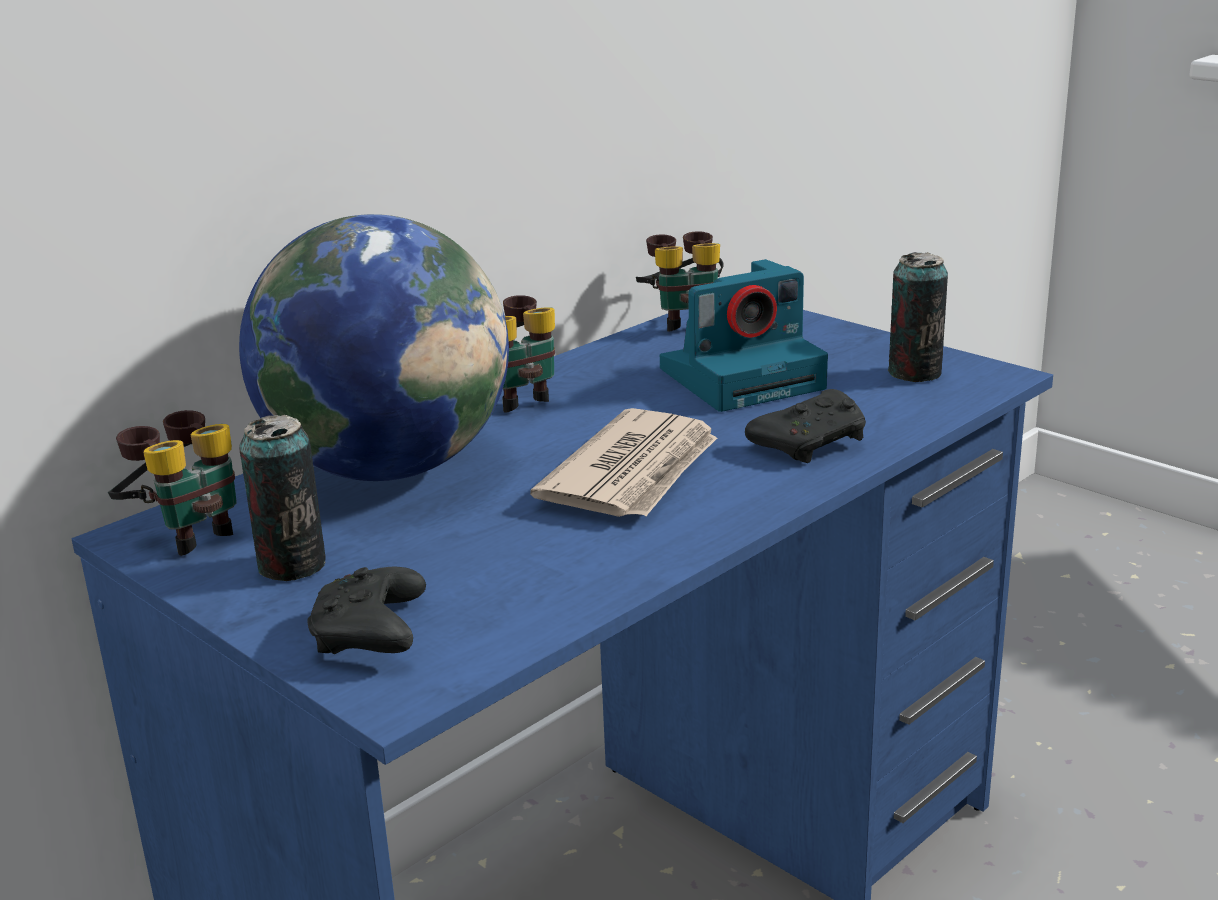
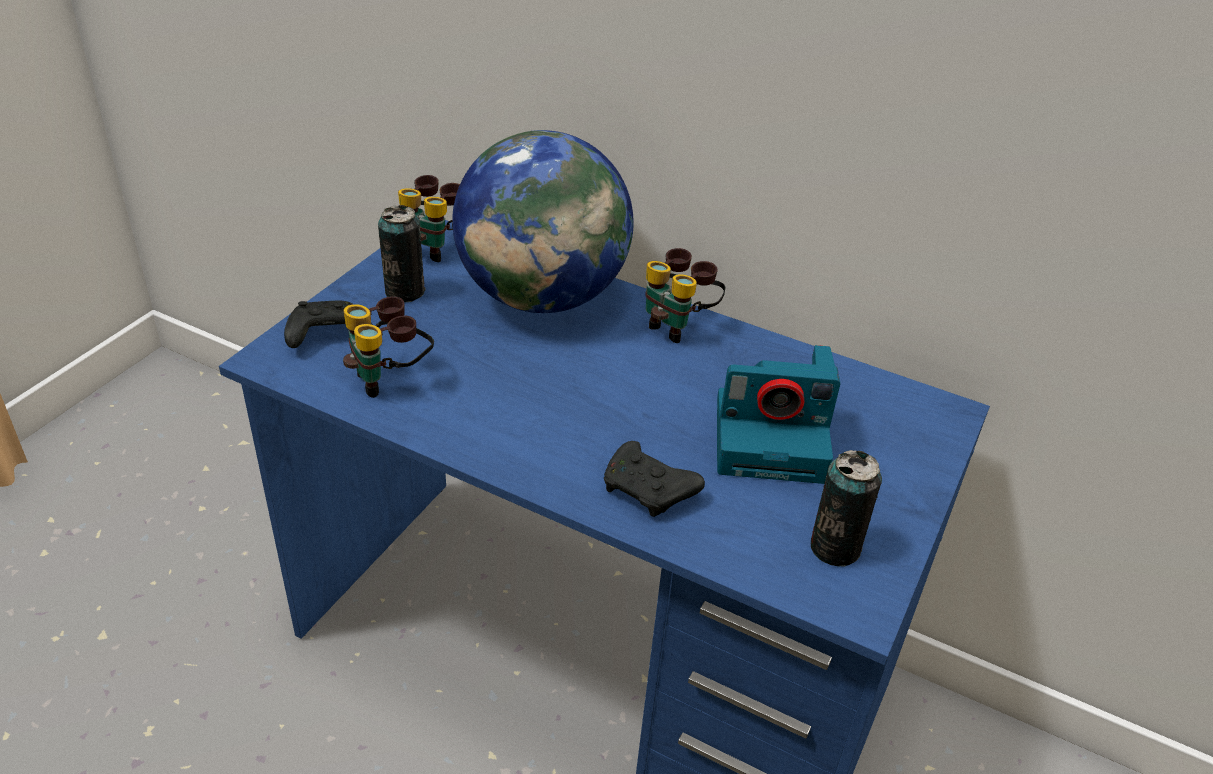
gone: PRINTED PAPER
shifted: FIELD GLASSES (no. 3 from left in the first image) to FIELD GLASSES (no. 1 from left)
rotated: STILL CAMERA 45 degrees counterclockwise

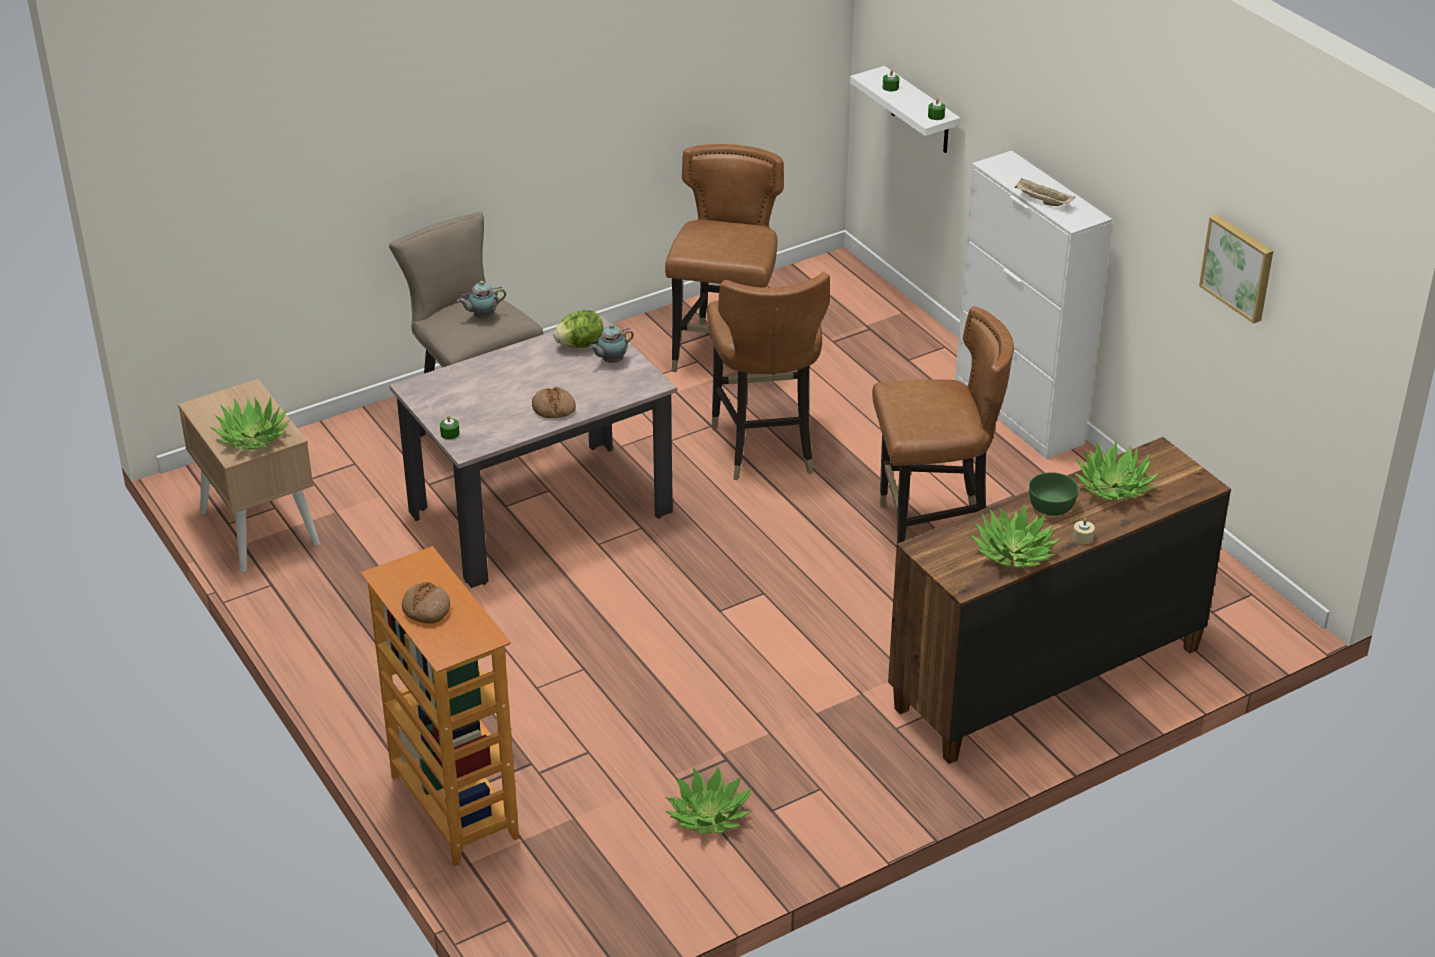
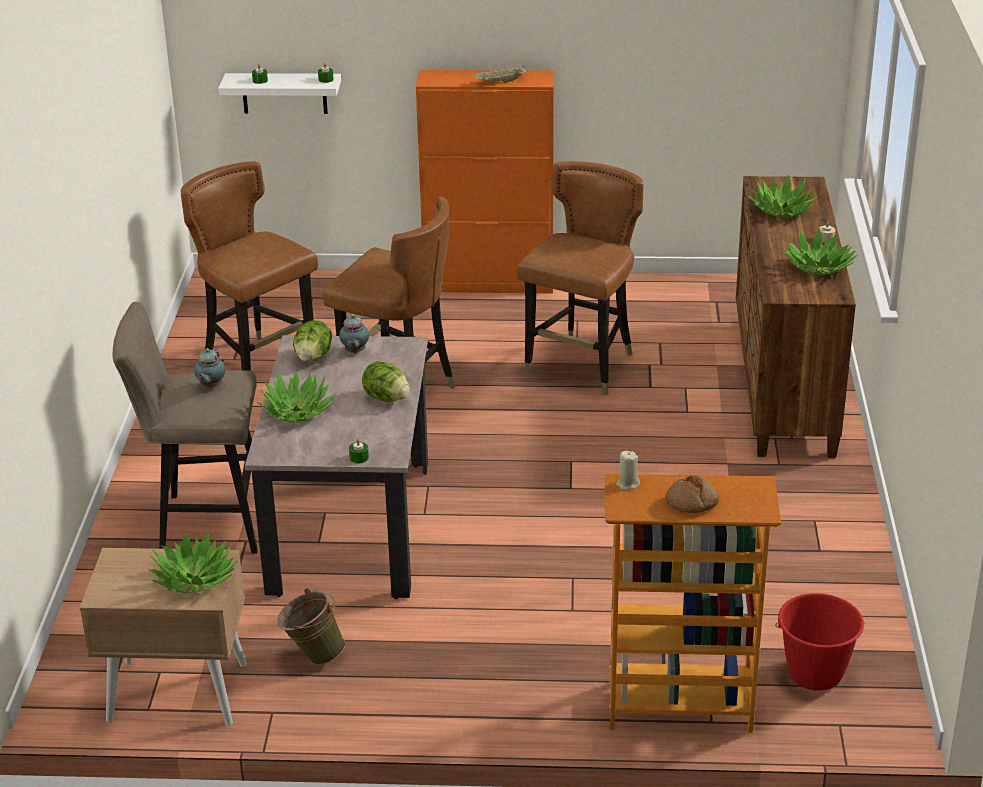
gone: PICTURE; GREENISH BOWL
new: BEIGE-COLOURED WAX LIGHT (no. 1 from left); GREENISH BUCKET; RED-COLOURED BUCKET
shifted: PLANT IN A POT (no. 2 from left)
swapped: BREAD (no. 2 from left) to HEAD OF LETTUCE (no. 2 from left)
repainted: WHITISH STORAGE CABINET to ORANGE STORAGE CABINET

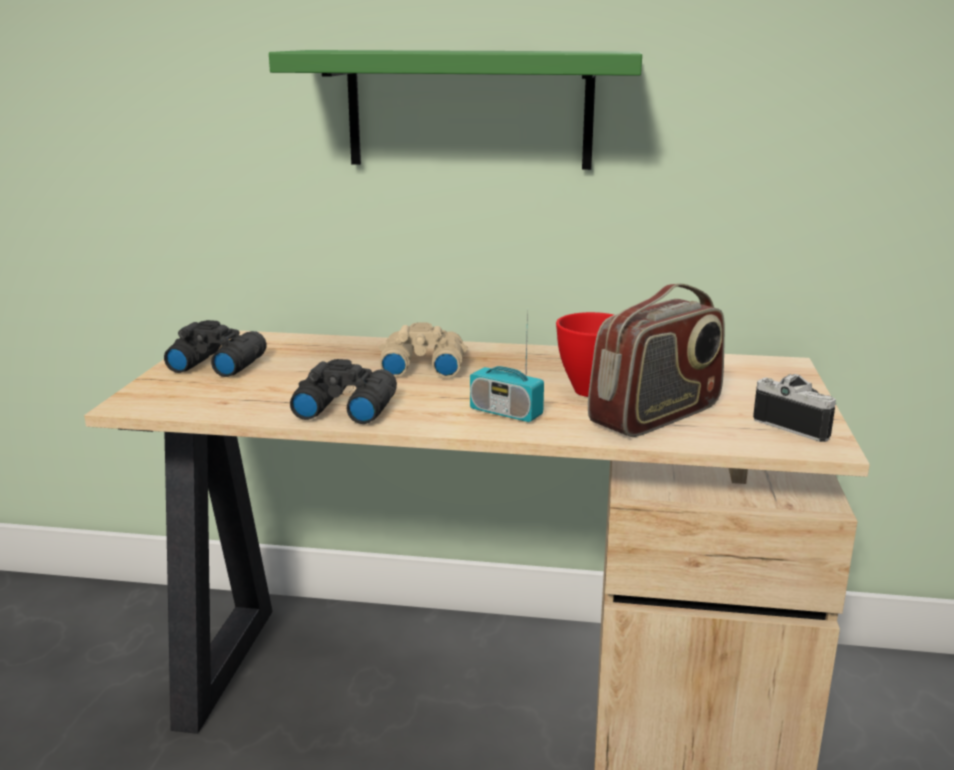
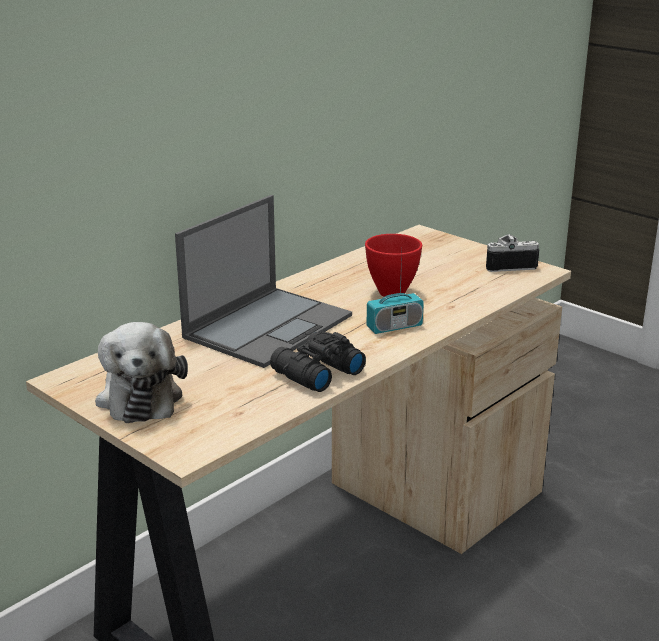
gone: GREENISH BRACKET SHELF; RADIO RECEIVER (no. 2 from left)
swapped: BLACKISH FIELD GLASSES (no. 1 from left) to SOFT TOY; BEIGE-COLOURED FIELD GLASSES to NOTEBOOK COMPUTER

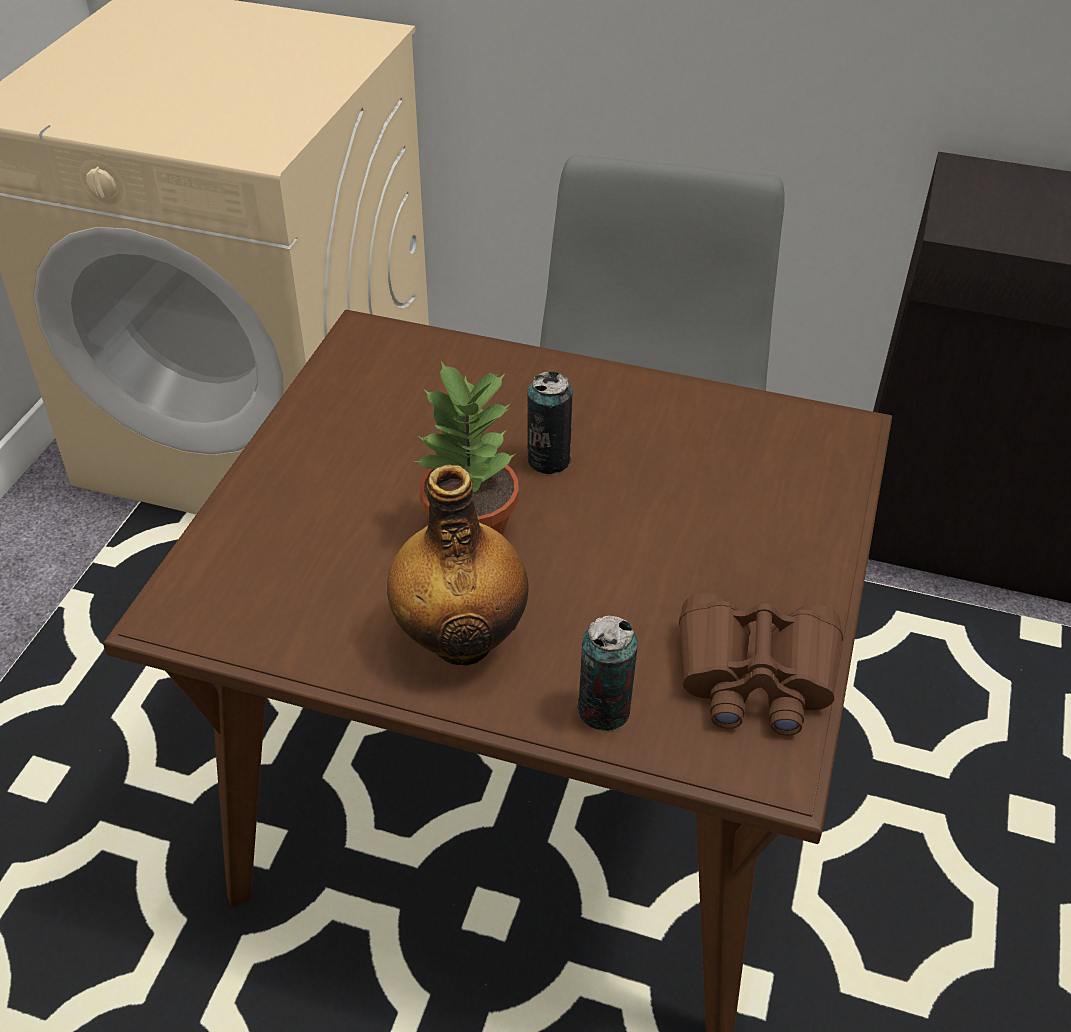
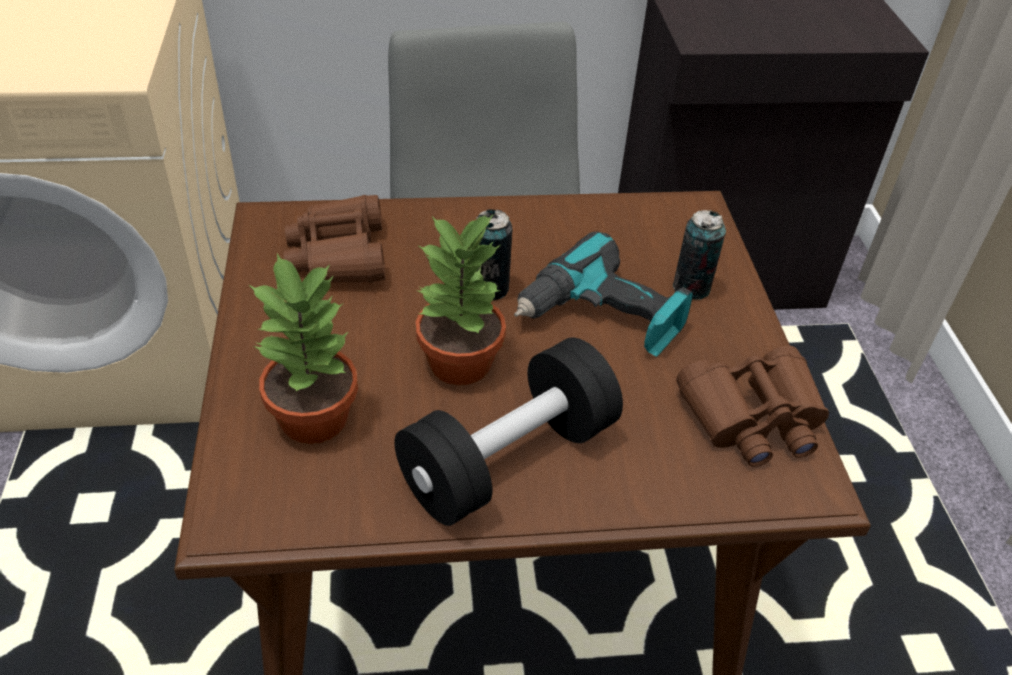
new: BROWN-COLOURED FIELD GLASSES (no. 1 from left); ELECTRIC DRILL; PLANT IN A POT (no. 1 from left)
shifted: SEALED CAN (no. 2 from left)
swapped: BEVERAGE BOTTLE to BLACKISH HAND WEIGHT

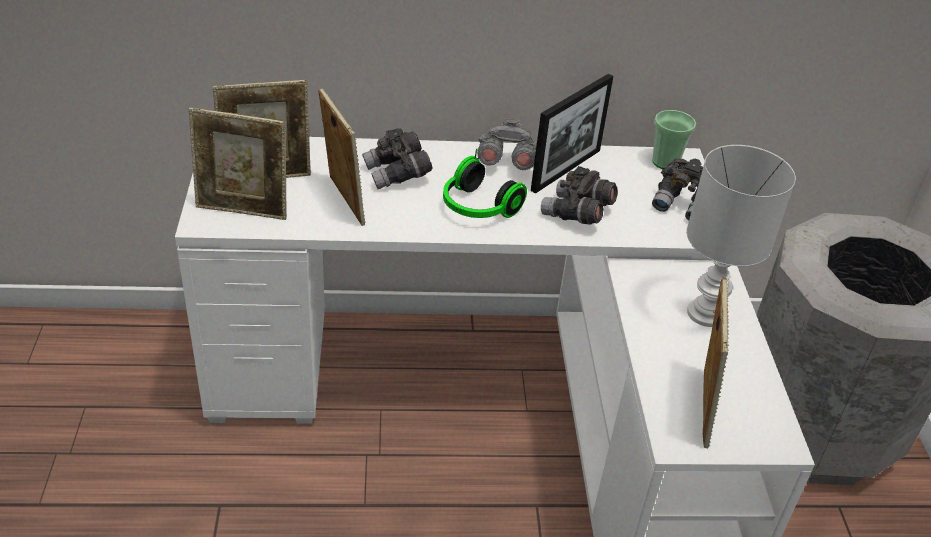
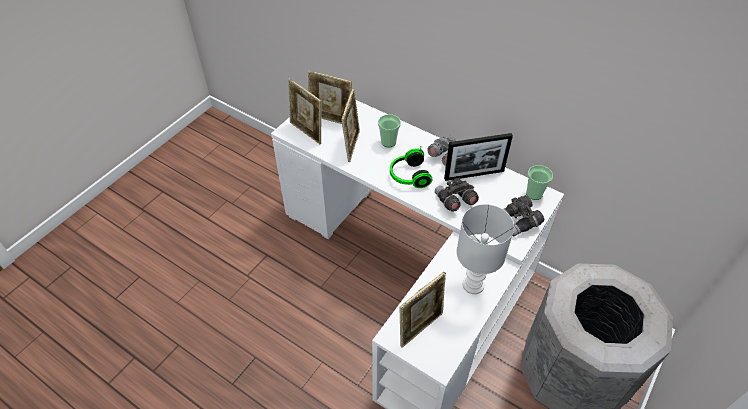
swapped: GREYISH FIELD GLASSES (no. 1 from left) to SMALL CUP (no. 1 from left)

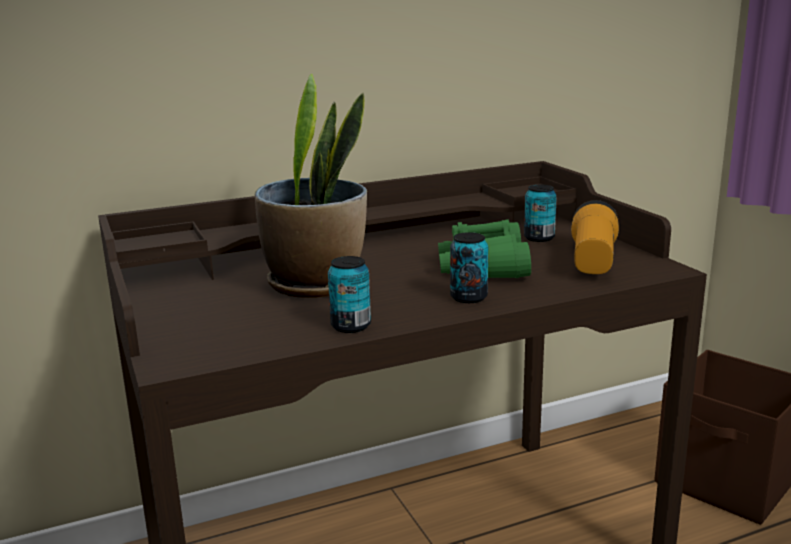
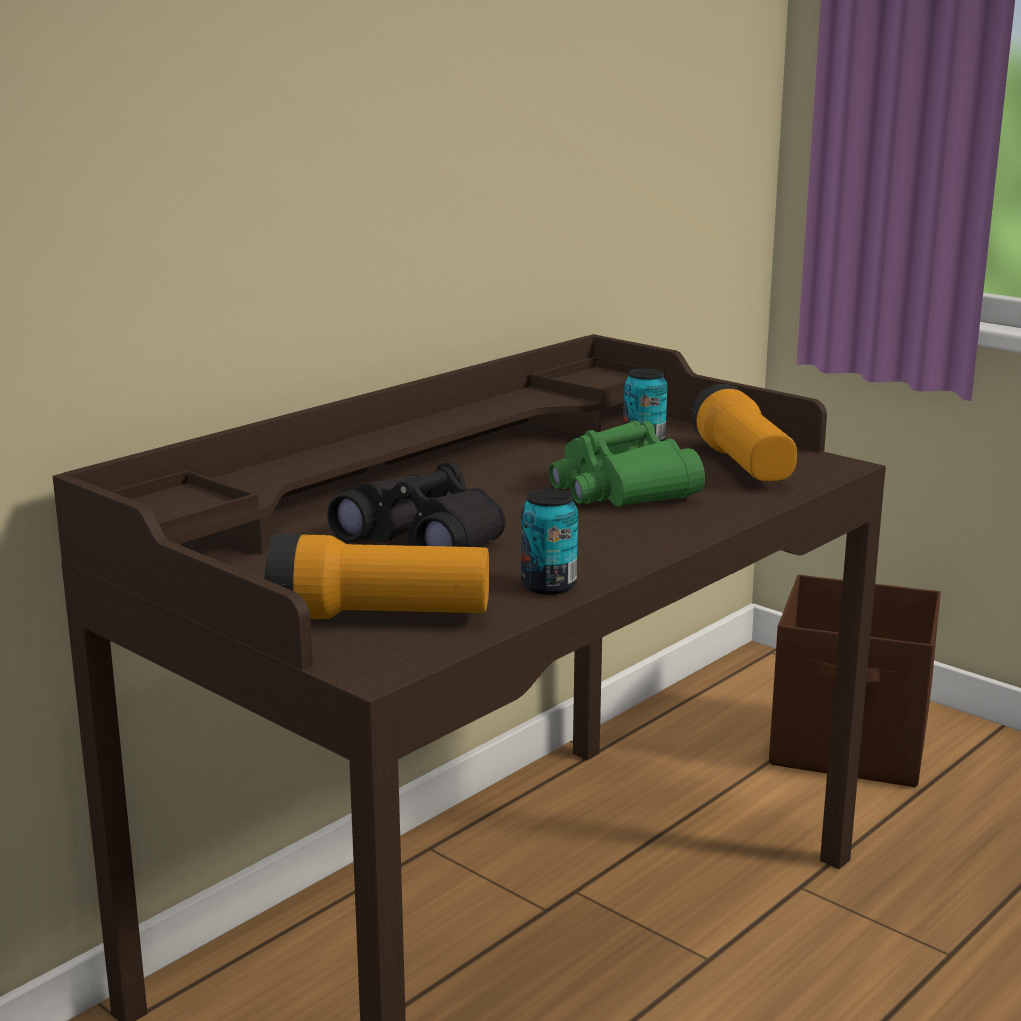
gone: SEALED CAN (no. 2 from left)
new: FLASHLIGHT (no. 1 from left)
swapped: PLANT IN A POT to BLACKISH FIELD GLASSES

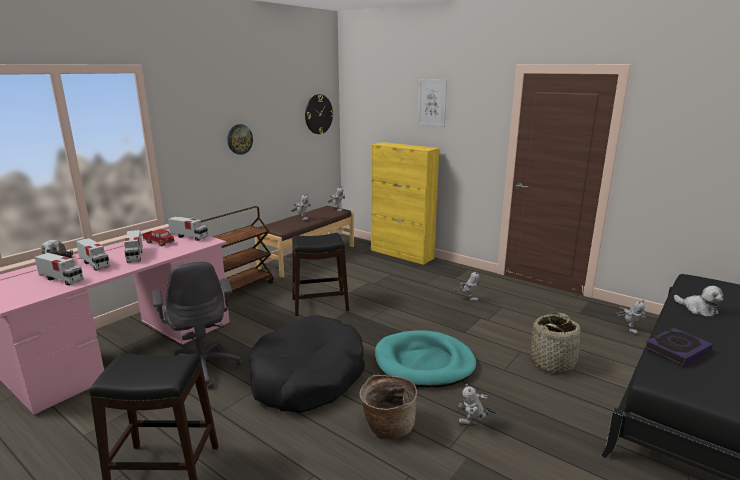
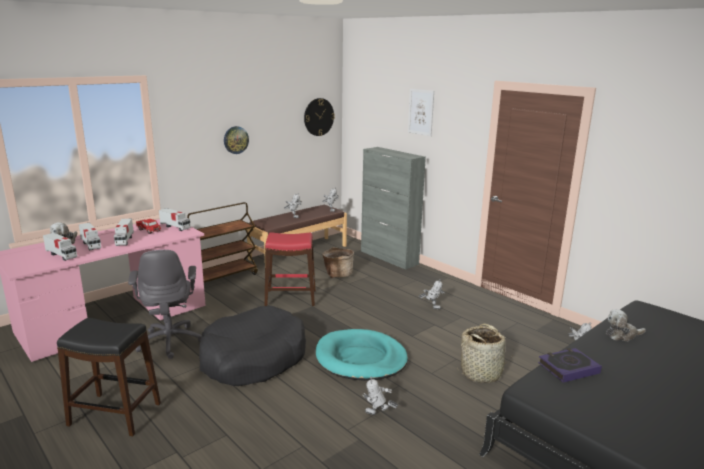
shifted: BASKET (no. 1 from left)
repainted: YELLOWISH STORAGE CABINET to GREYISH STORAGE CABINET; BLACKISH SITTING STOOL (no. 2 from left) to RED-COLOURED SITTING STOOL
rotated: SOFT TOY (no. 2 from left) 105 degrees clockwise

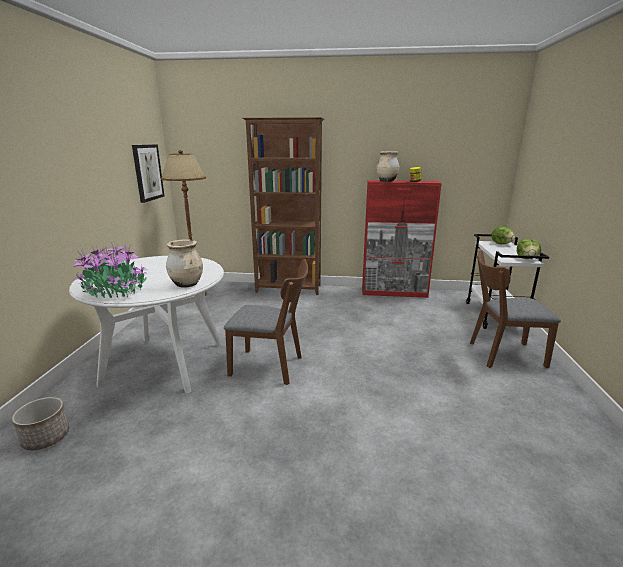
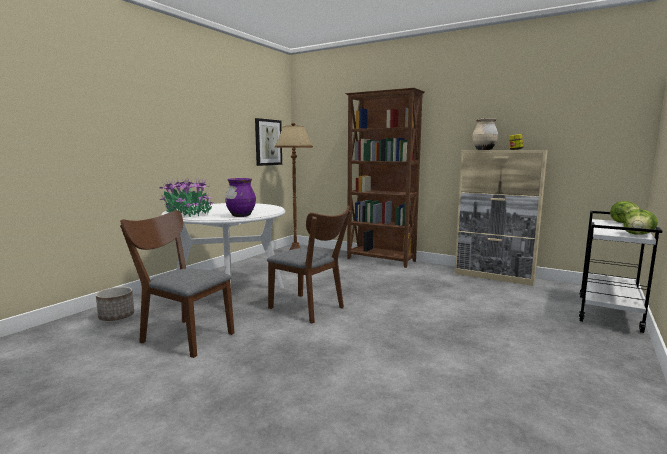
shifted: BROWN-COLOURED CHAIR (no. 2 from left in the first image) to BROWN-COLOURED CHAIR (no. 1 from left)
repainted: RED-COLOURED STORAGE CABINET to BEIGE-COLOURED STORAGE CABINET; BEIGE-COLOURED FLOWER VASE (no. 1 from left) to PURPLISH FLOWER VASE

